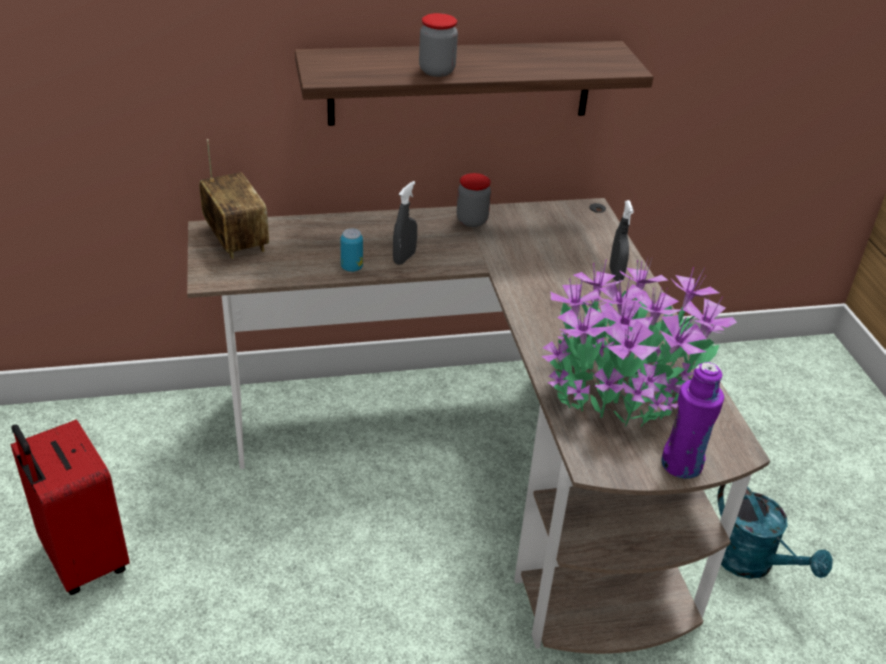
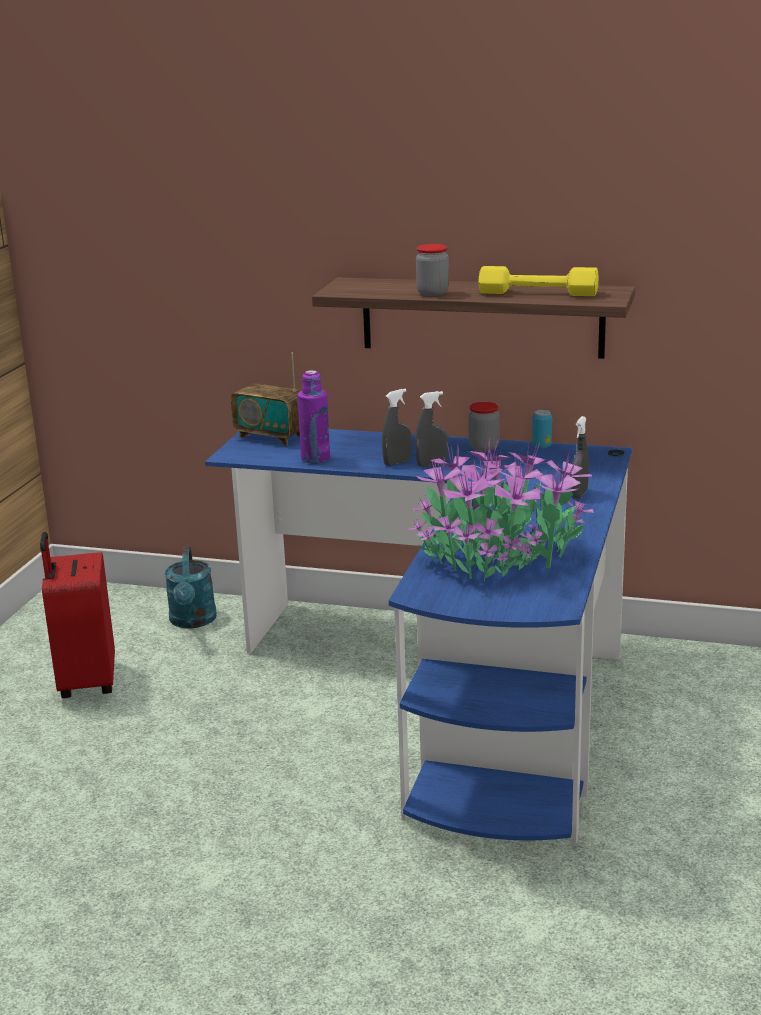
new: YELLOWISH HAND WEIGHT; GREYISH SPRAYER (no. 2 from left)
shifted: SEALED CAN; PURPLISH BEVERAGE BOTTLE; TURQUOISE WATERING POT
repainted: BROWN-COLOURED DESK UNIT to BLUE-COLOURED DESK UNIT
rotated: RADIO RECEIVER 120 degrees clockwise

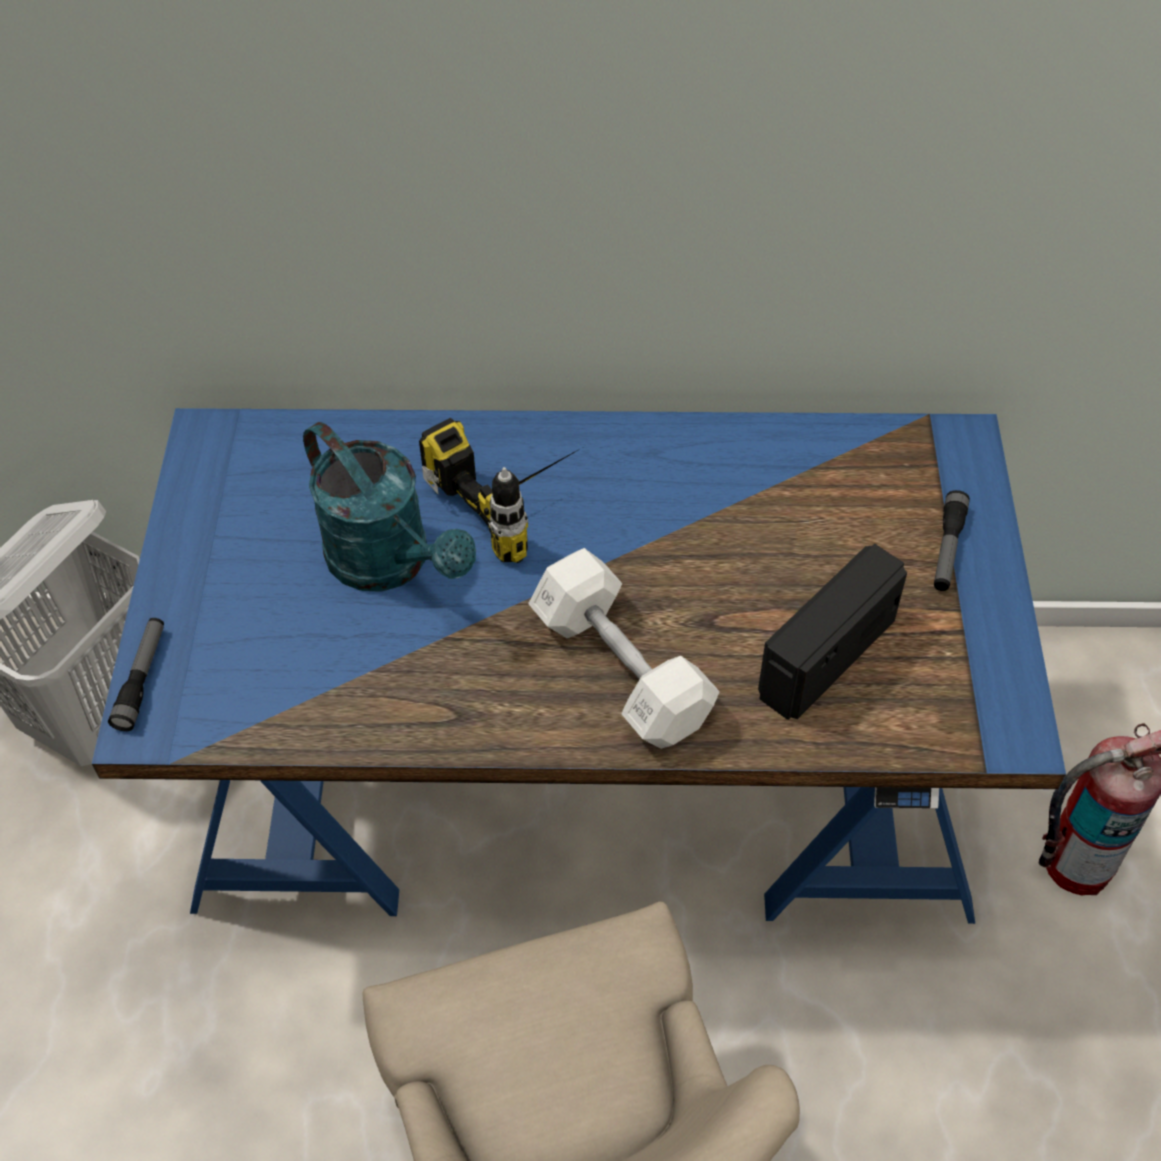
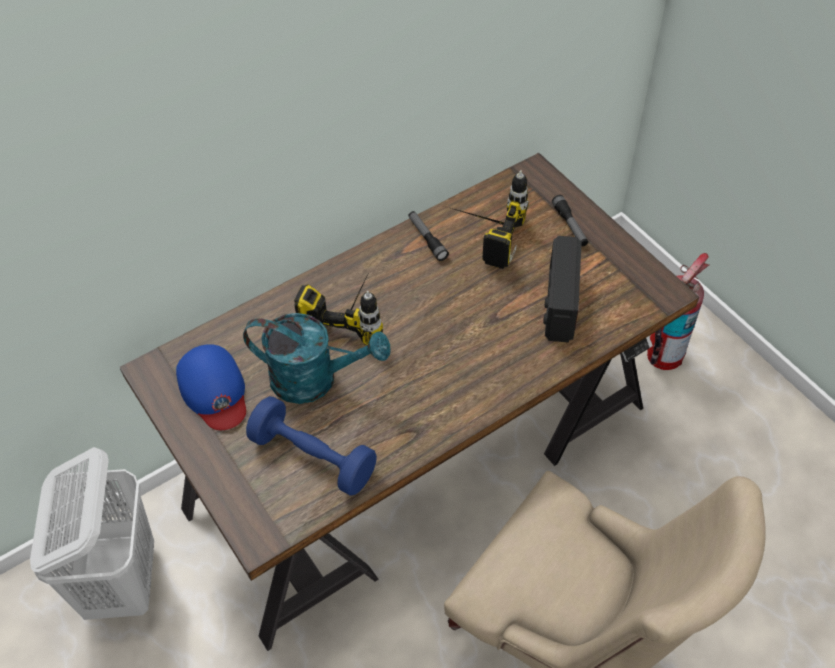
gone: WHITISH HAND WEIGHT
new: ELECTRIC DRILL (no. 2 from left); BLUE-COLOURED BASEBALL CAP; BLUE-COLOURED HAND WEIGHT
shifted: FLASHLIGHT (no. 1 from left)
repainted: BLUE-COLOURED DESK UNIT to BROWN-COLOURED DESK UNIT

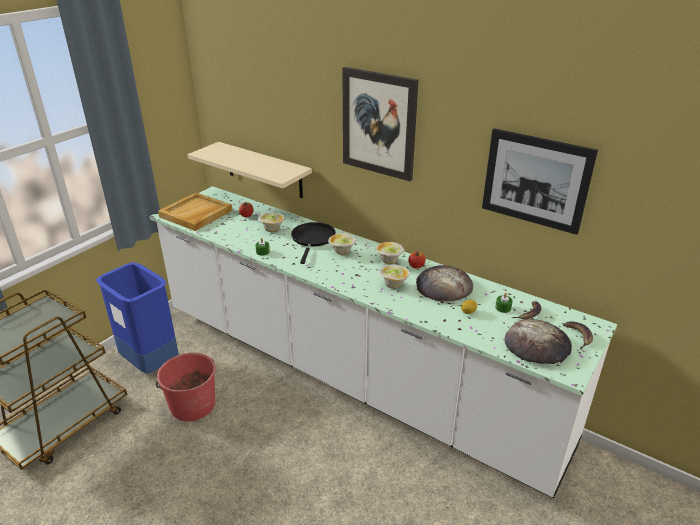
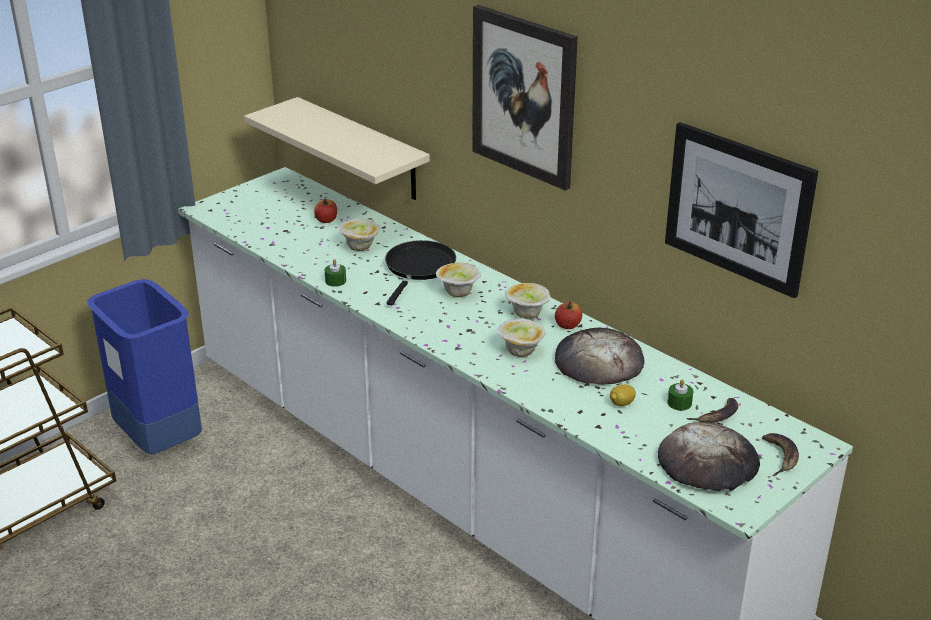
gone: BEIGE-COLOURED CARRYING TRAY; RED-COLOURED BUCKET

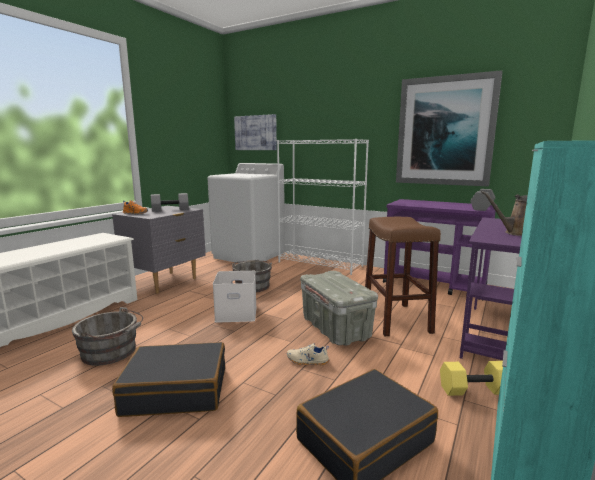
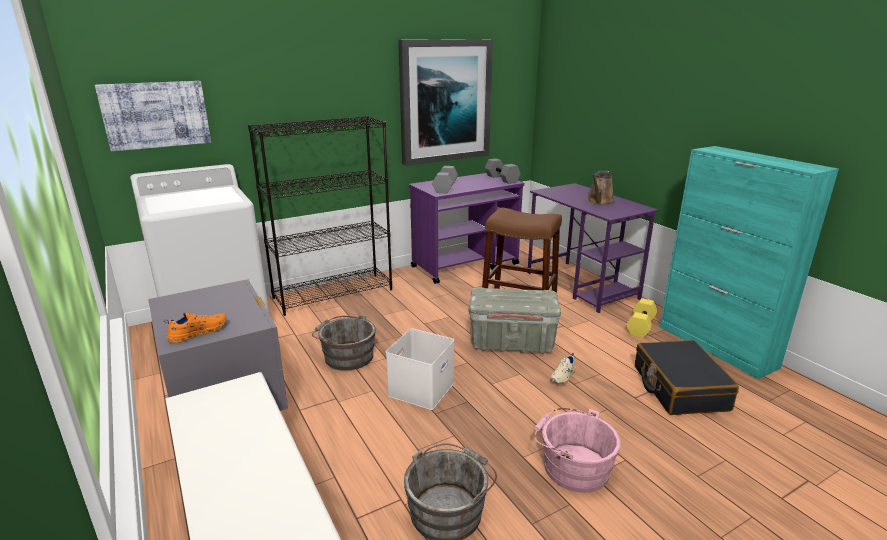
shifted: GREYISH HAND WEIGHT (no. 1 from left)
swapped: BLACKISH SUITCASE (no. 1 from left) to PINK BUCKET
repainted: WHITISH BOOKCASE to BLACKISH BOOKCASE

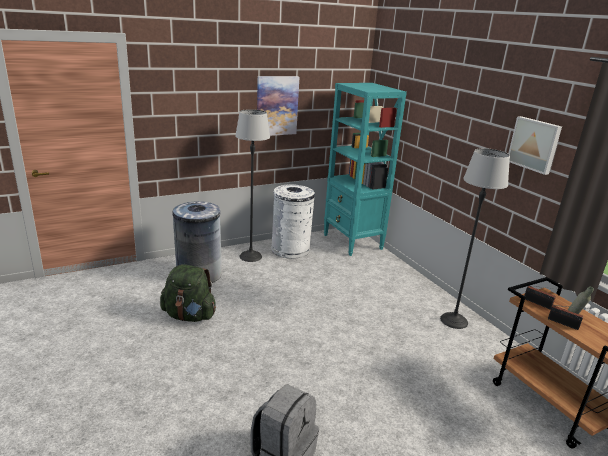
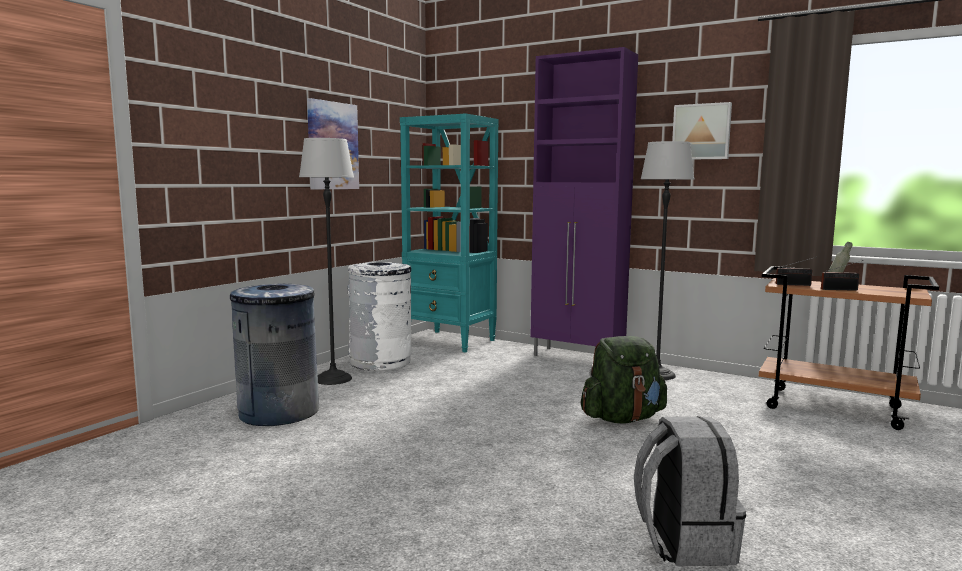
new: PURPLISH STORAGE CABINET
shifted: GREENISH BACKPACK

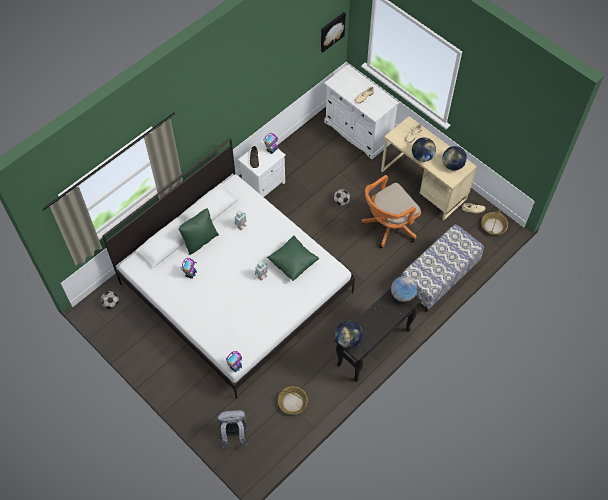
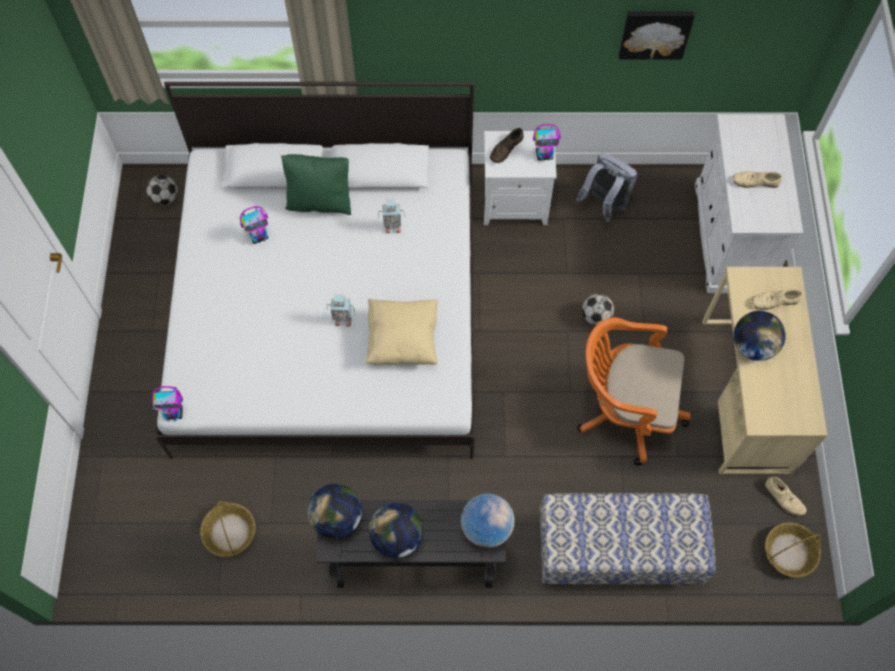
shifted: PICTURE; DESK GLOBE (no. 4 from left in the first image) to DESK GLOBE (no. 2 from left); GREYISH BACKPACK
repainted: GREENISH PILLOW (no. 2 from left) to BEIGE-COLOURED PILLOW

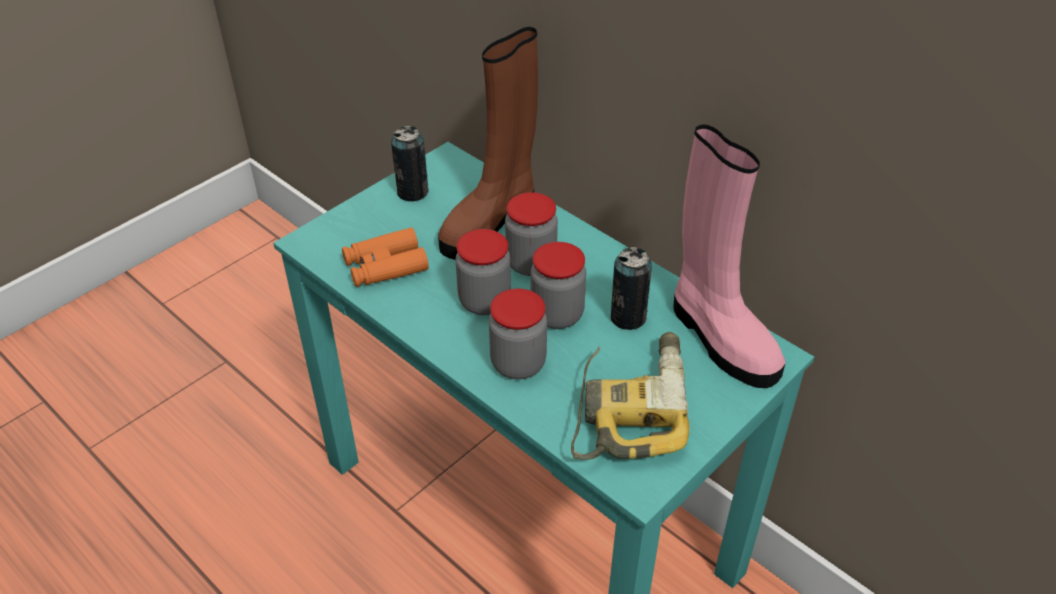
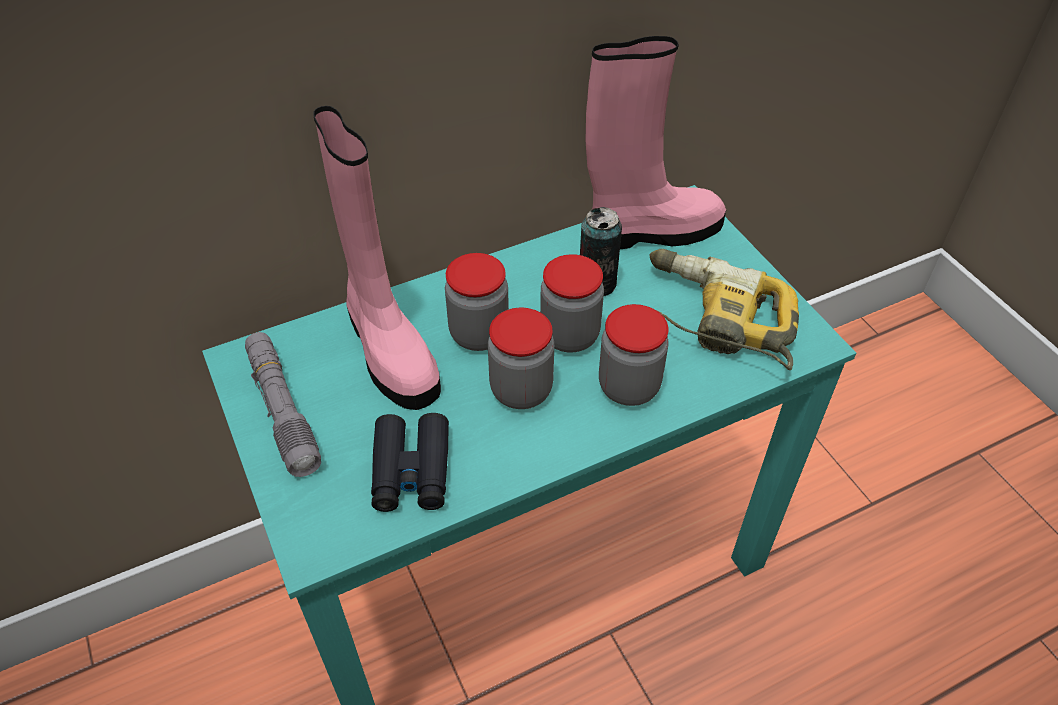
swapped: SEALED CAN (no. 1 from left) to GREYISH FLASHLIGHT
repainted: BROWN-COLOURED BOOT to PINK BOOT (no. 1 from left); ORANGE FIELD GLASSES to BLACKISH FIELD GLASSES

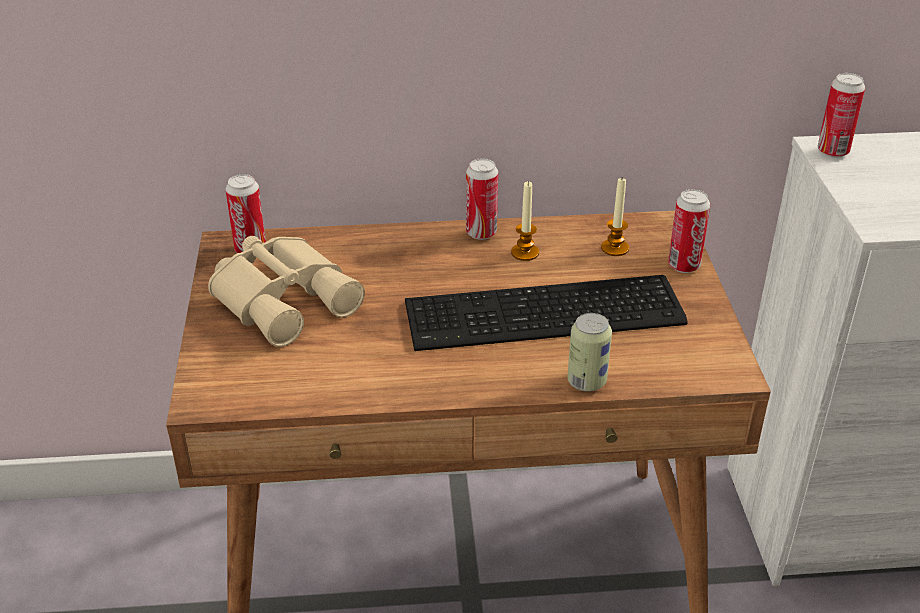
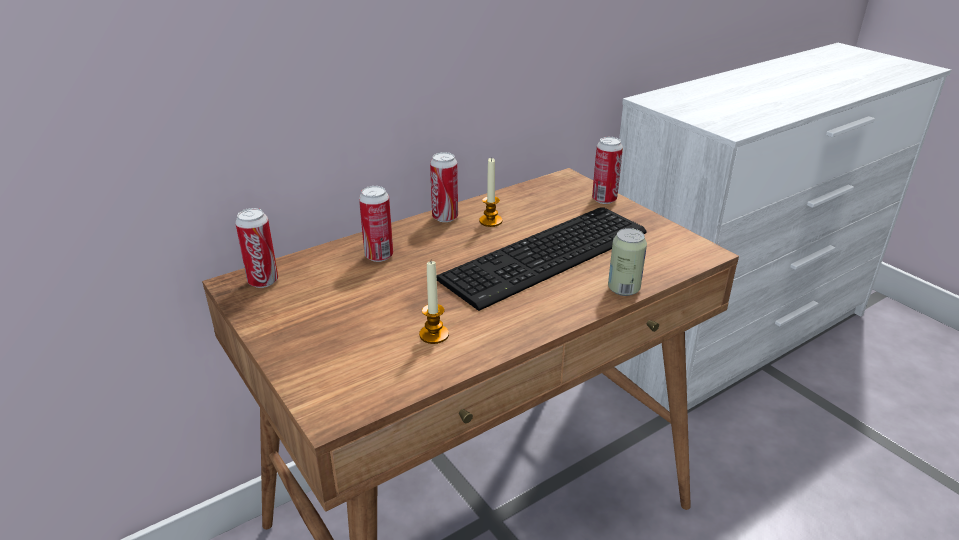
gone: BEIGE-COLOURED FIELD GLASSES
shifted: SEALED CAN (no. 5 from left in the first image) to SEALED CAN (no. 2 from left); WAX LIGHT (no. 2 from left in the first image) to WAX LIGHT (no. 1 from left)

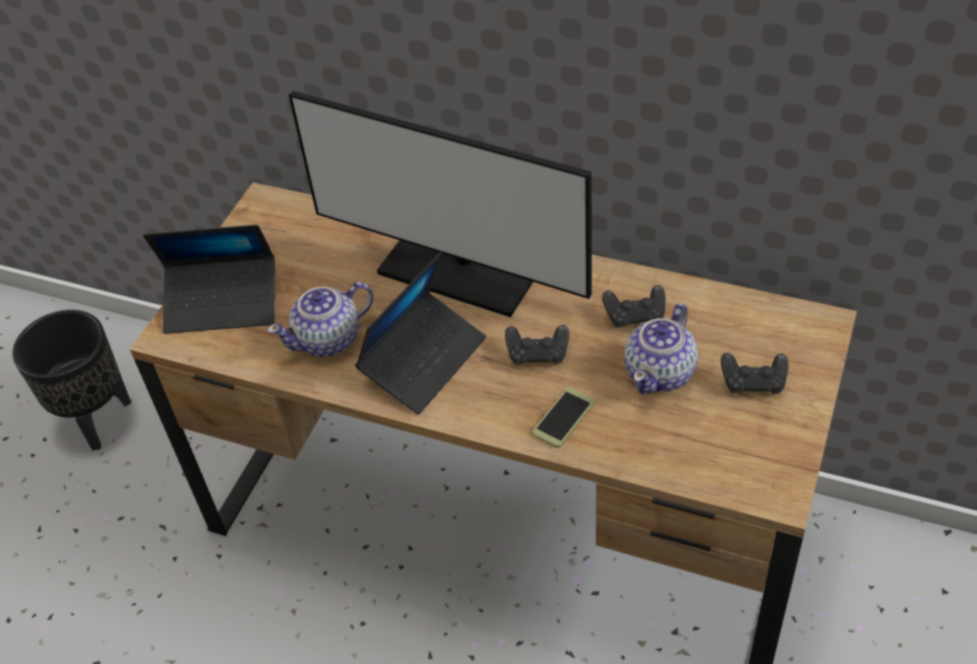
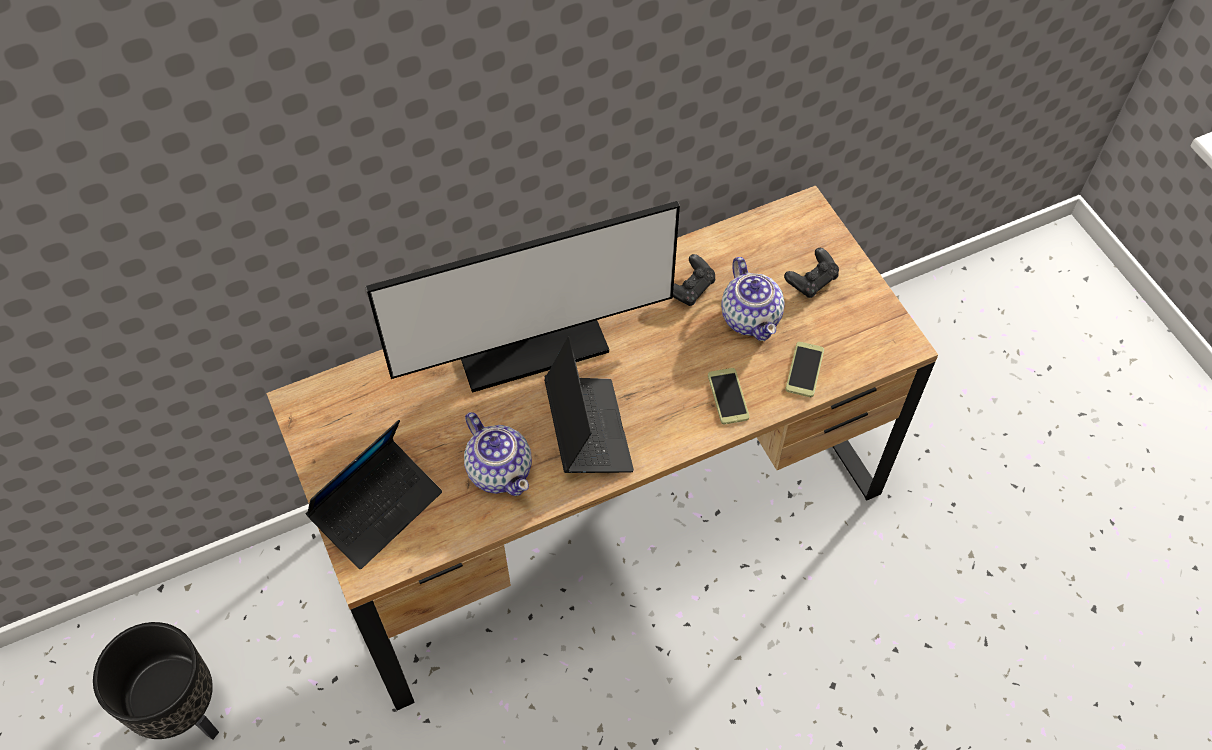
gone: BLACKISH JOYPAD (no. 1 from left)
new: HANDSET (no. 2 from left)
rotated: POT FOR TEA (no. 1 from left) 45 degrees counterclockwise

